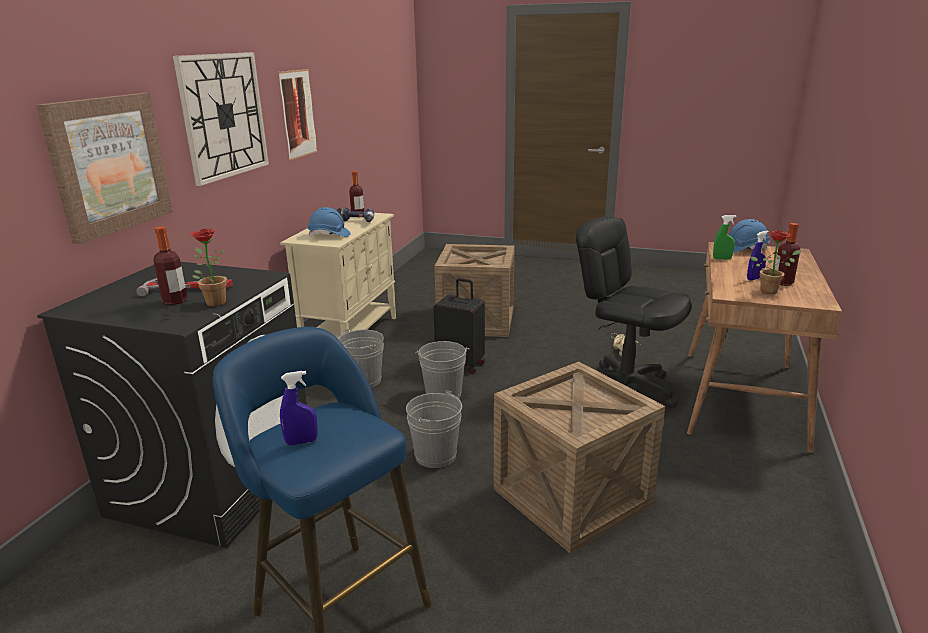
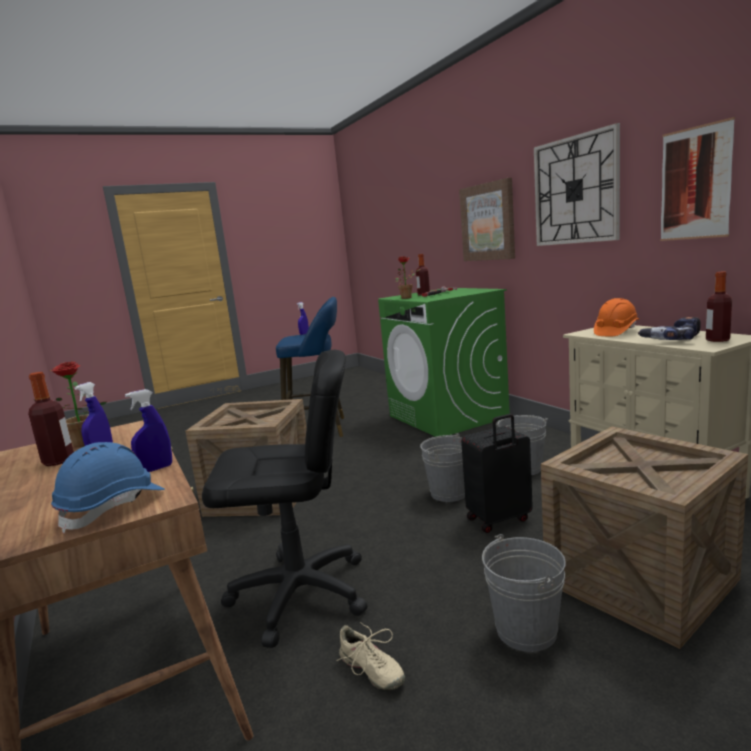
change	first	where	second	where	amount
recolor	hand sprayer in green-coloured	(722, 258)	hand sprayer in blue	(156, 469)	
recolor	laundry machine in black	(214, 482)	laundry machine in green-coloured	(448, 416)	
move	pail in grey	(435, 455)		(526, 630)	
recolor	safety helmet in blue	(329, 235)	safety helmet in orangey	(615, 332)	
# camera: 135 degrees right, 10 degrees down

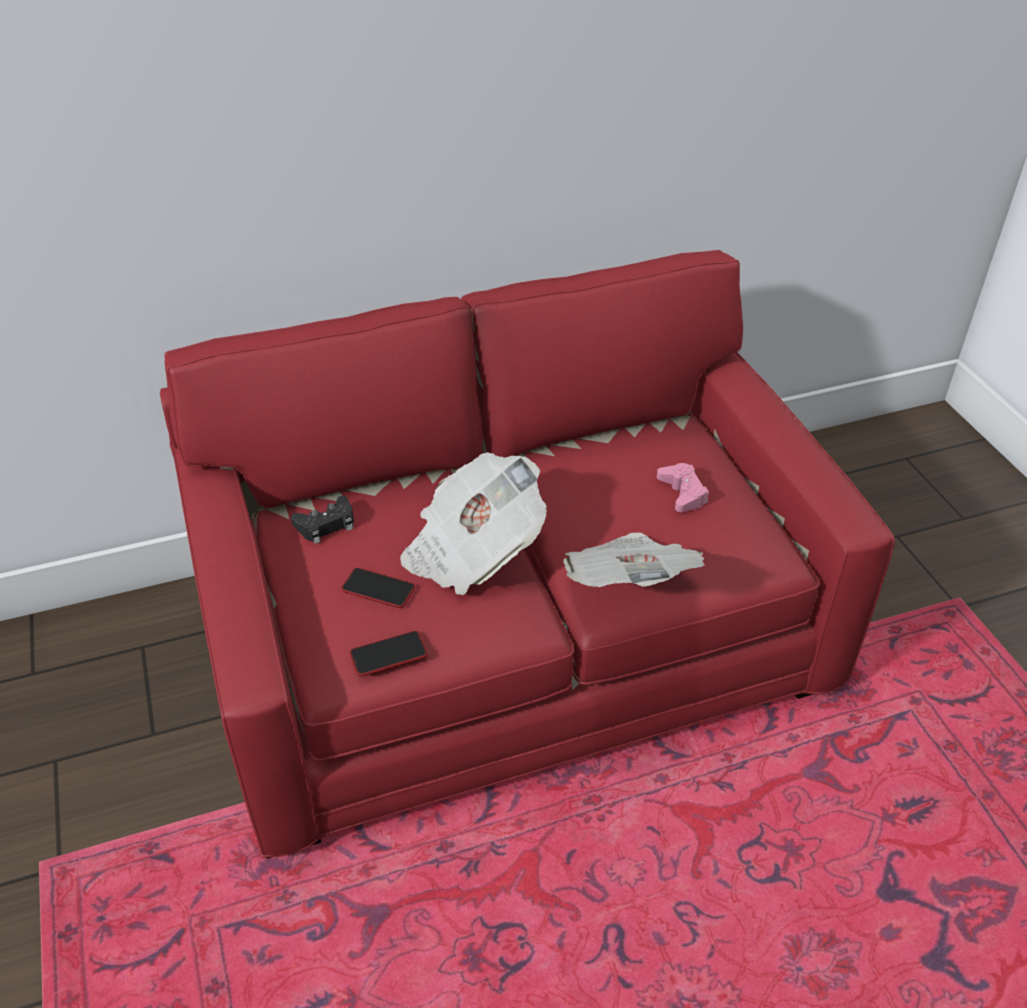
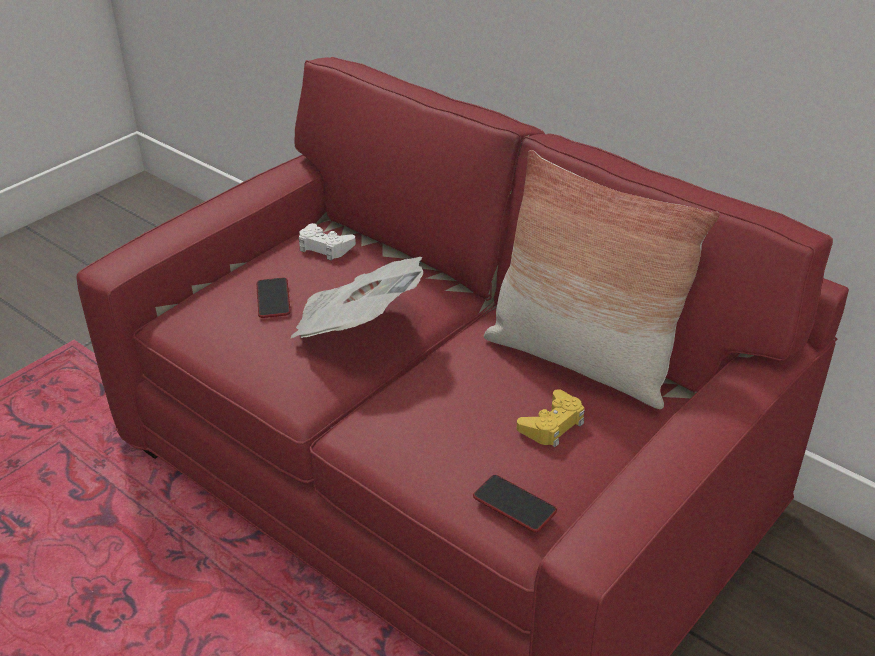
change	first	where	second	where	amount
recolor	game controller in black	(326, 525)	game controller in whitish	(325, 247)	
move	handset	(388, 654)		(514, 504)	
insert			throw pillow	(581, 360)	
recolor	game controller in pink	(682, 493)	game controller in yellowish	(552, 425)	
delete	printed paper	(628, 586)			
# camera: 60 degrees right, 5 degrees down

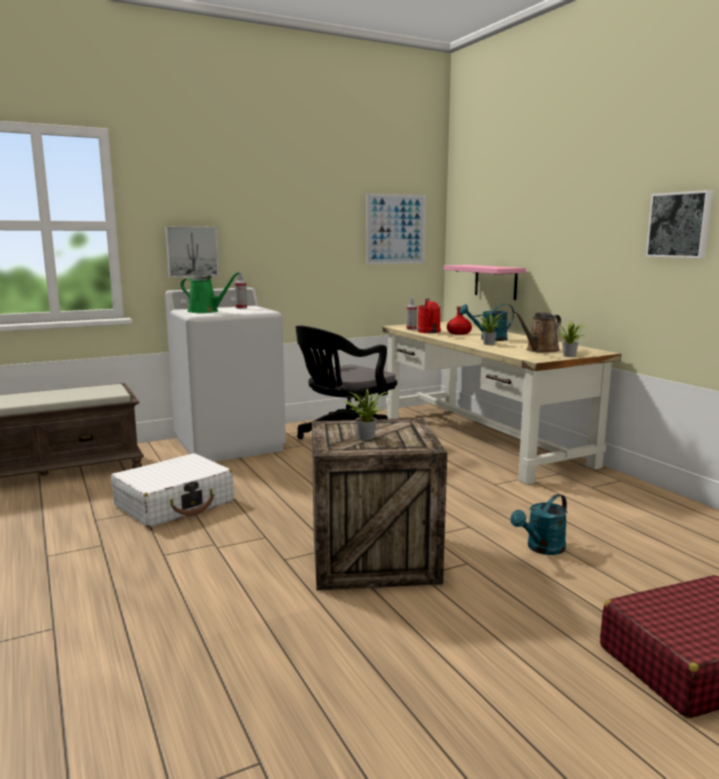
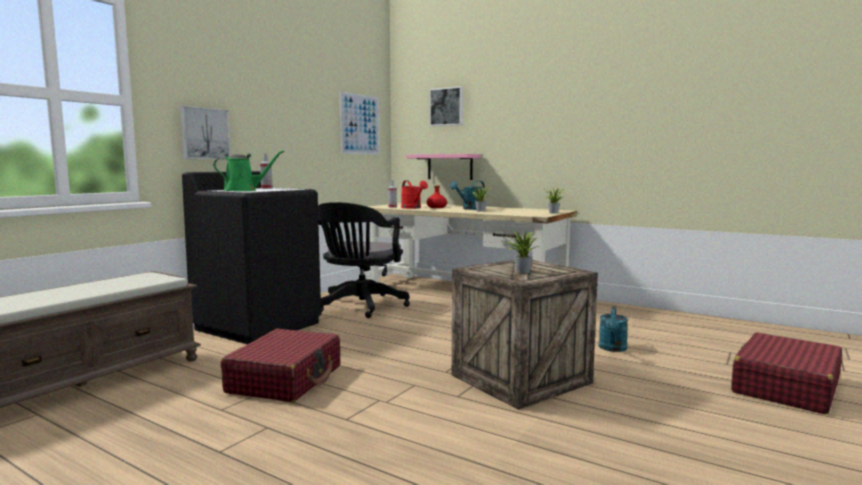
change	first	where	second	where	amount
recolor	laundry machine in whitish	(229, 444)	laundry machine in black	(258, 326)	
recolor	suitcase in whitish	(175, 504)	suitcase in red	(286, 379)	
move	wall art	(680, 225)		(447, 107)	
delete	watering pot in brown	(540, 350)			
# camera: 30 degrees left, 5 degrees down

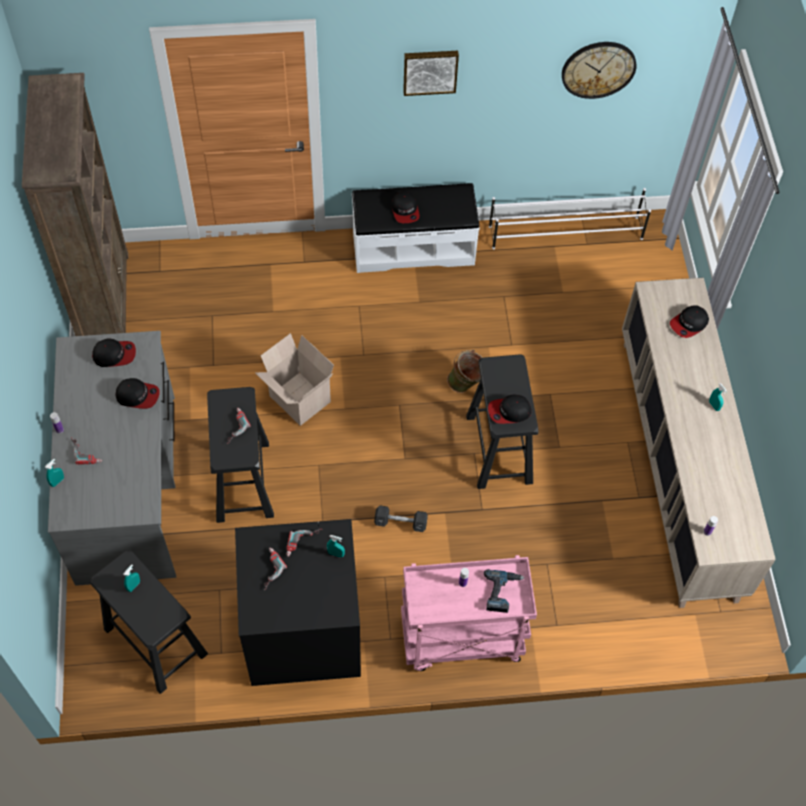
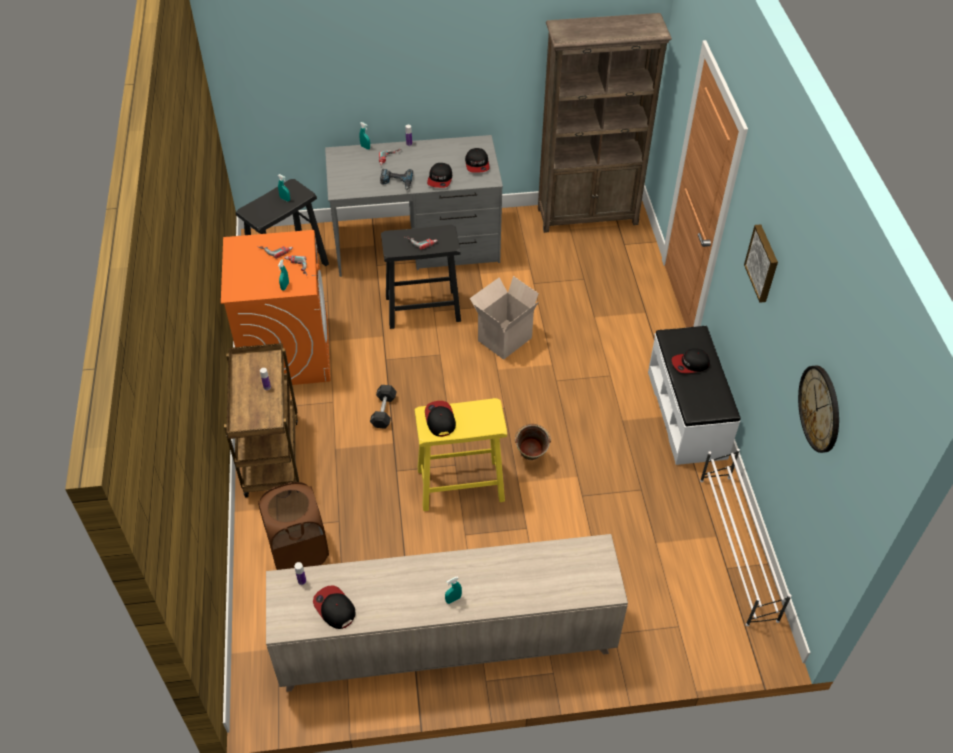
change	first	where	second	where	amount
recolor	laundry machine in black	(302, 632)	laundry machine in orangey	(287, 351)	
recolor	trolley in pink	(460, 639)	trolley in brown	(270, 455)	
insert			hamper in brown	(299, 551)	
move	baseball cap	(689, 324)		(334, 608)	
move	power drill	(502, 592)		(396, 182)	
recolor	sitting stool in black	(499, 450)	sitting stool in yellowish	(460, 484)	
# camera: 90 degrees right, 10 degrees down

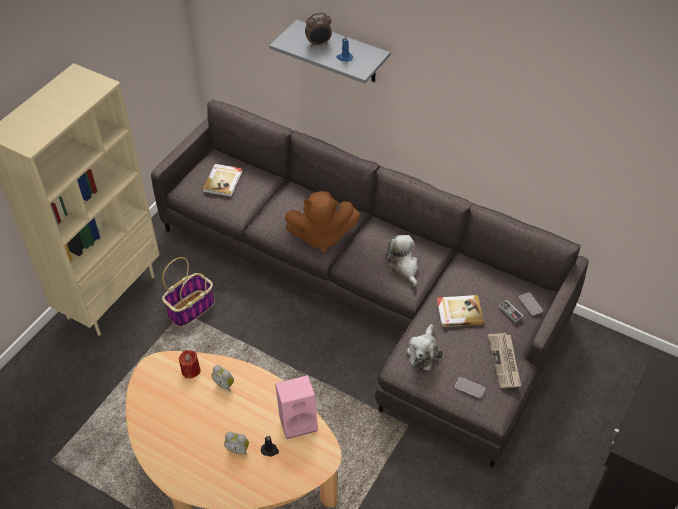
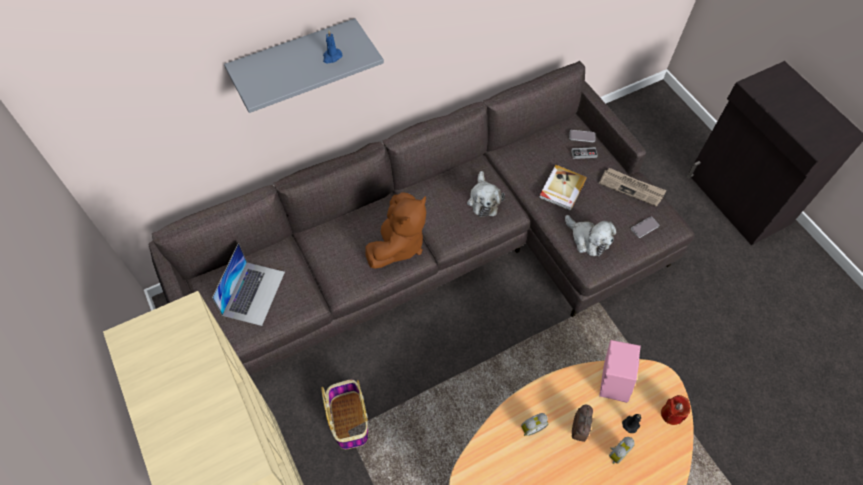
change	first	where	second	where	amount
replace	book	(223, 181)	notebook computer	(253, 293)	
rotate	cuddly toy	(403, 267)		(483, 200)	105 degrees counterclockwise
move	table clock	(319, 44)		(579, 429)	
move	wax candle in red	(191, 370)		(671, 414)	
# camera: 60 degrees left, 10 degrees up

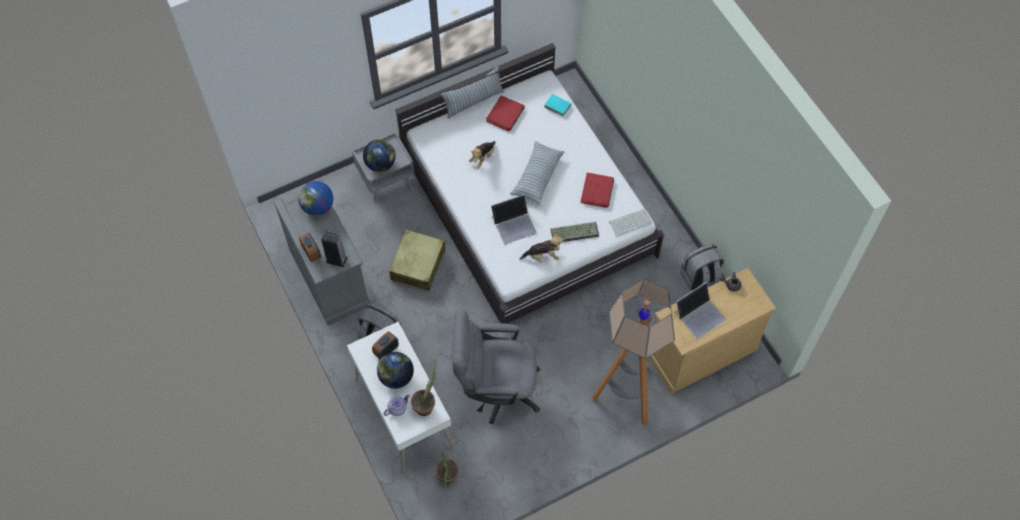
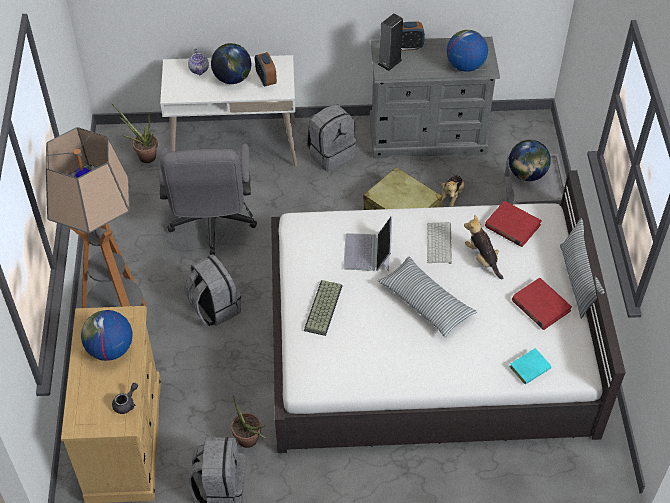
change	first	where	second	where	amount
replace	notebook computer	(699, 315)	globe	(110, 349)	
rotate	desk chair in grey	(496, 388)		(212, 225)	150 degrees clockwise
insert			backpack in grey	(214, 307)	
move	plant in a pot	(426, 405)		(250, 442)	
move	keyboard	(630, 222)		(440, 244)	
move	cuddly toy	(543, 256)		(451, 196)	
move	book in red	(597, 191)		(512, 226)	
# camera: 115 degrees right, 10 degrees down

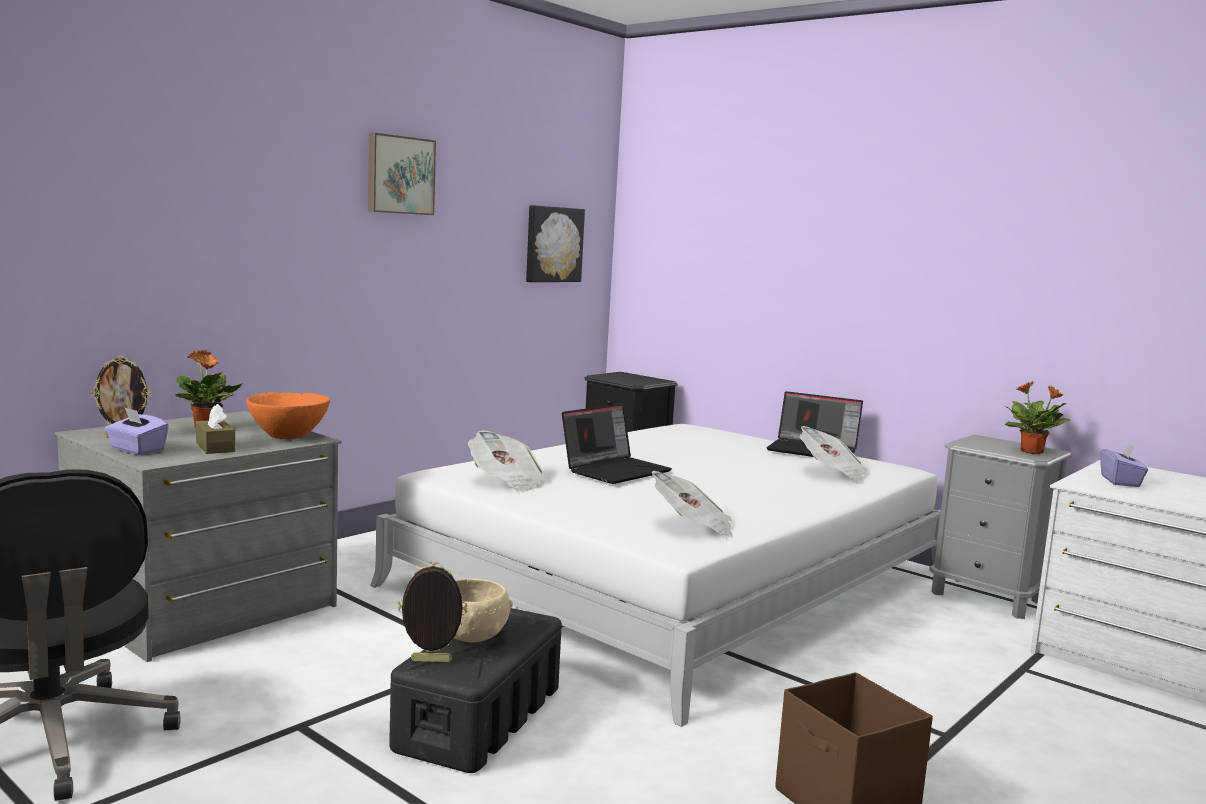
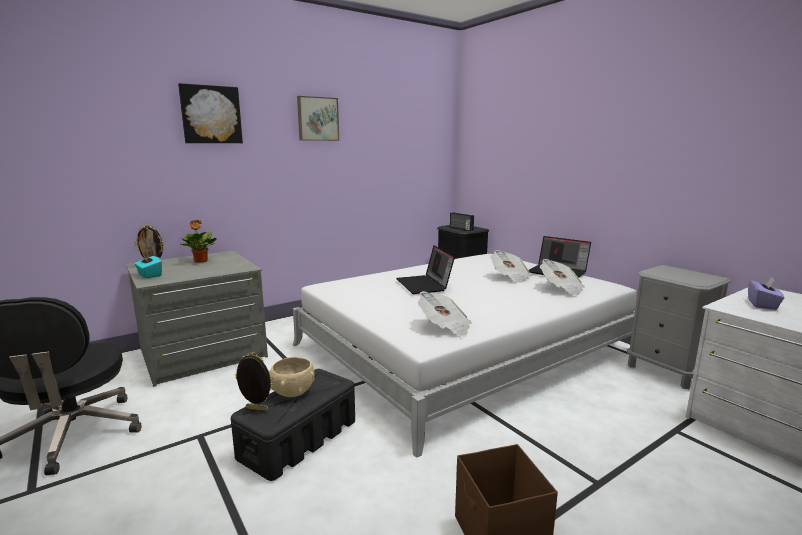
change	first	where	second	where	amount
recolor	tissue holder in purple-coloured	(137, 450)	tissue holder in turquoise-coloured	(149, 275)	
move	wall art	(553, 244)		(211, 115)	
rotate	notebook computer	(616, 470)		(424, 285)	105 degrees clockwise
insert			radio set	(461, 229)	
move	printed paper	(506, 482)		(510, 277)	
delete	tissue holder in brown	(215, 447)			
delete	deep dish in orangey	(288, 437)			
delete	plant in a pot	(1032, 452)			
# camera: 15 degrees right, 5 degrees up

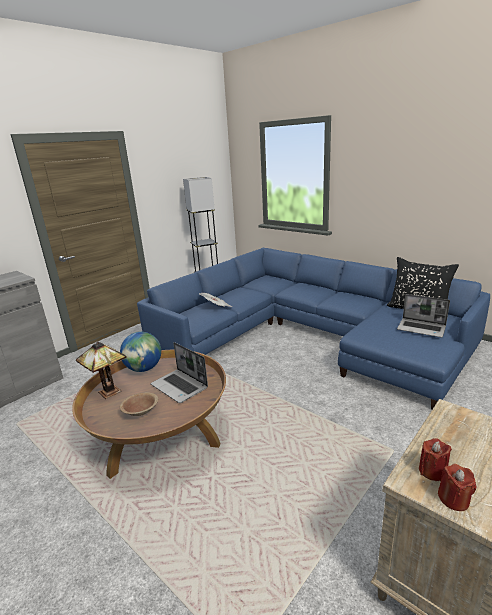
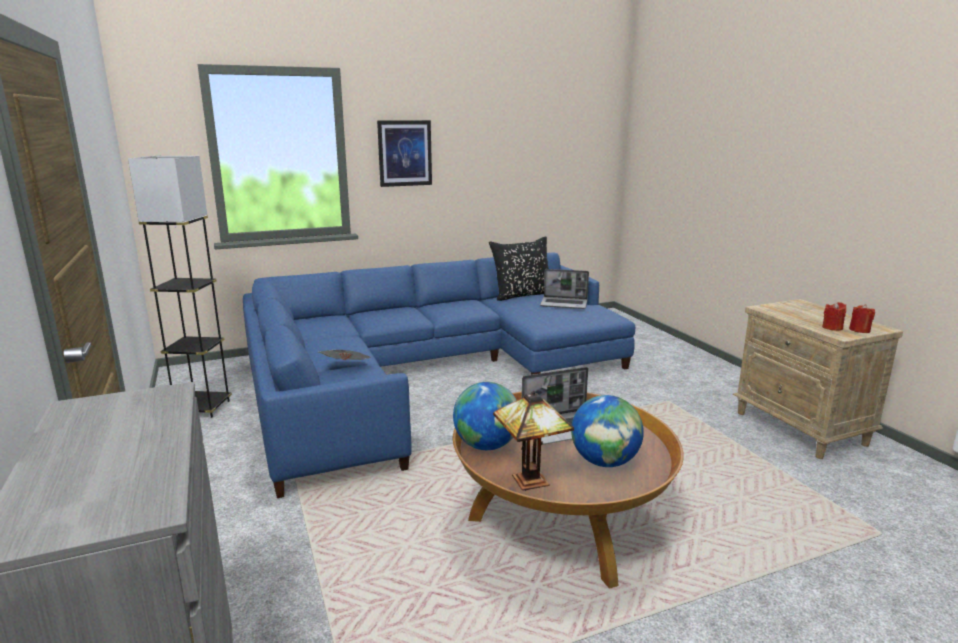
change	first	where	second	where	amount
insert			wall art	(405, 153)	
rotate	notebook computer	(422, 328)		(564, 304)	45 degrees clockwise
replace	deep dish in brown	(140, 411)	globe	(604, 462)	
# camera: 65 degrees left, 5 degrees down

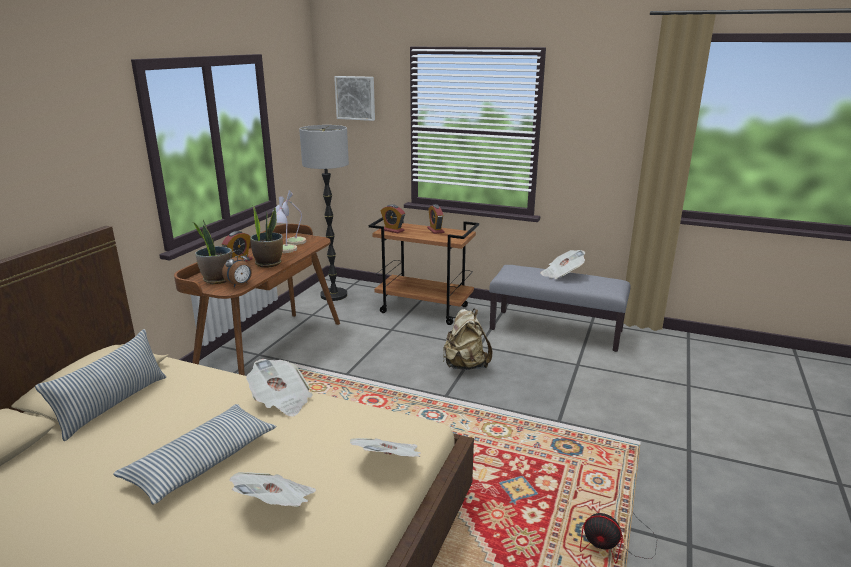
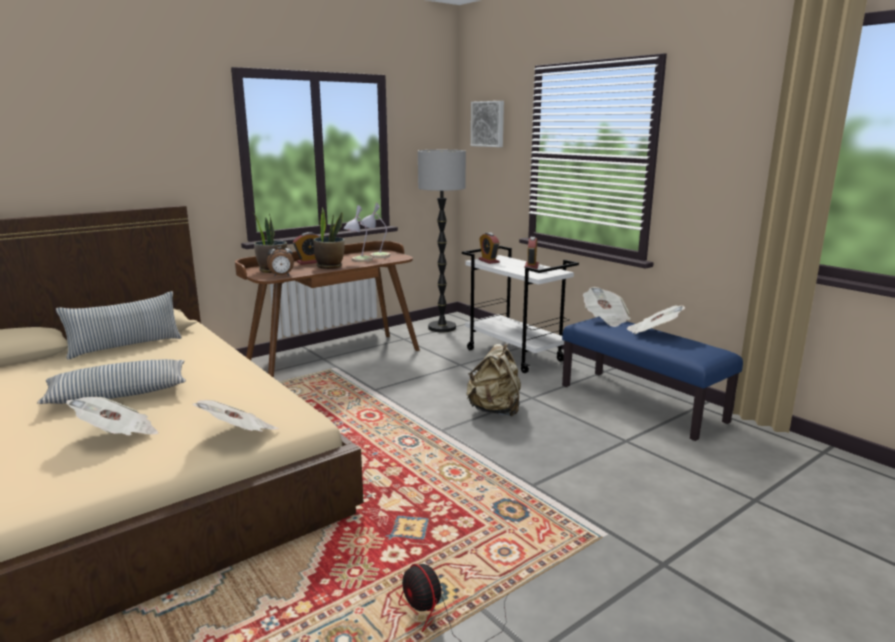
change	first	where	second	where	amount
recolor	trolley in brown	(425, 309)	trolley in whitish	(515, 355)	
recolor	bench in grey	(556, 330)	bench in blue	(642, 403)	
move	printed paper	(281, 401)		(605, 319)	
# camera: 30 degrees right, 5 degrees down

